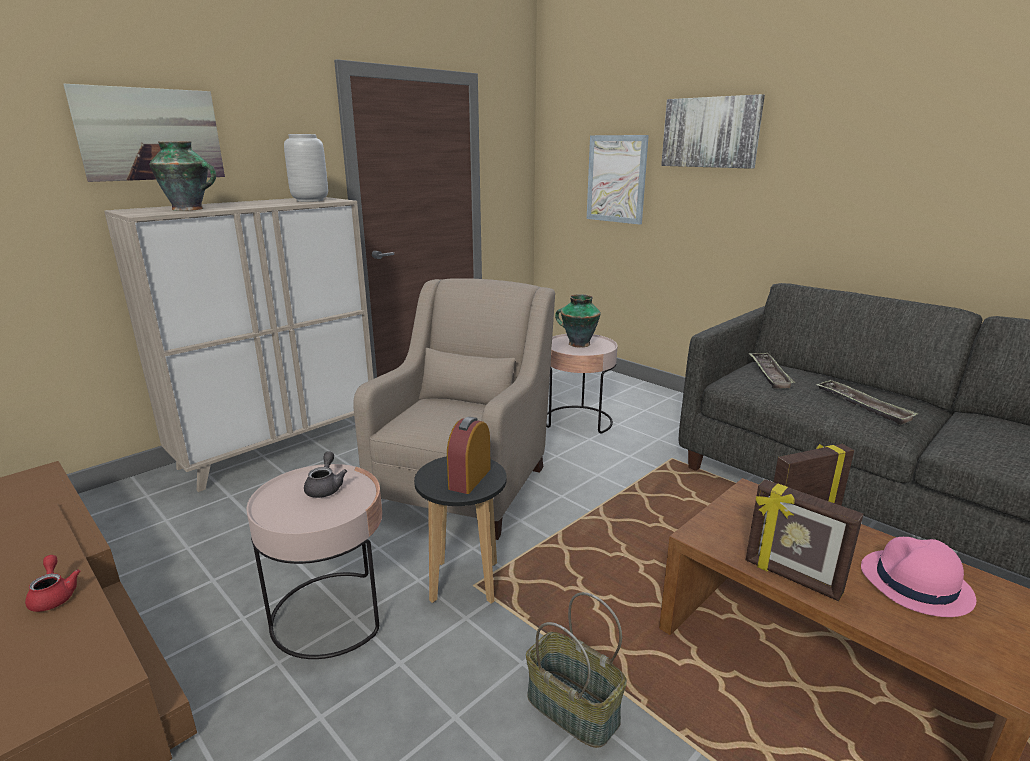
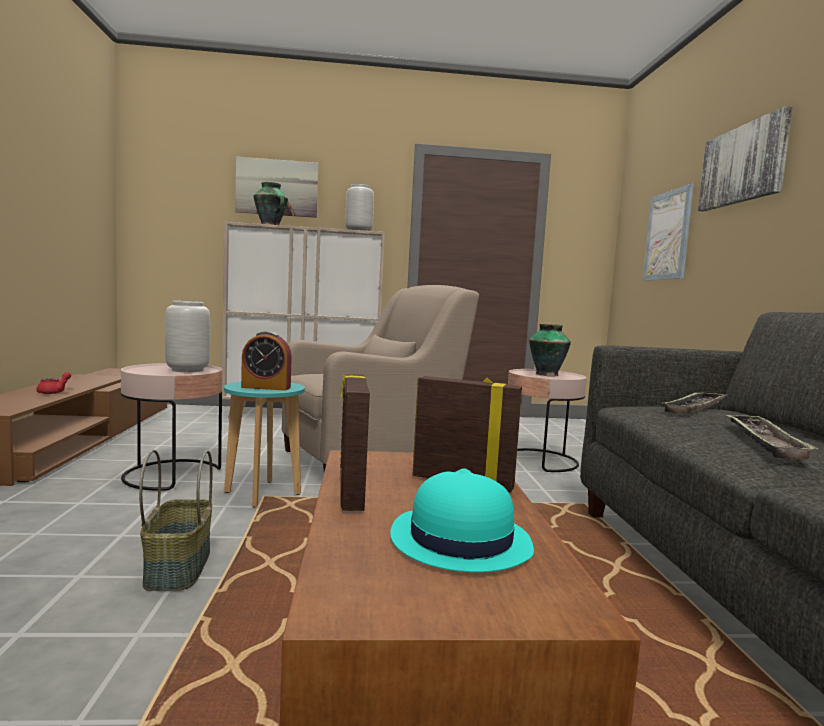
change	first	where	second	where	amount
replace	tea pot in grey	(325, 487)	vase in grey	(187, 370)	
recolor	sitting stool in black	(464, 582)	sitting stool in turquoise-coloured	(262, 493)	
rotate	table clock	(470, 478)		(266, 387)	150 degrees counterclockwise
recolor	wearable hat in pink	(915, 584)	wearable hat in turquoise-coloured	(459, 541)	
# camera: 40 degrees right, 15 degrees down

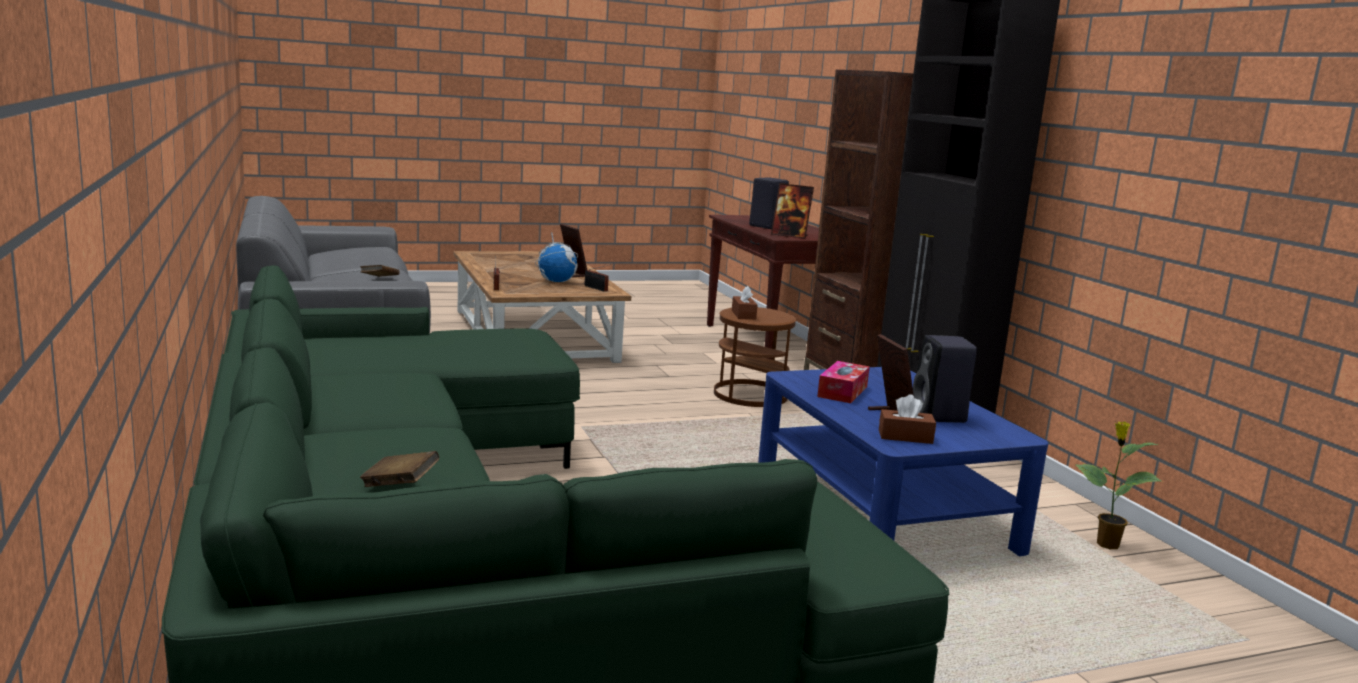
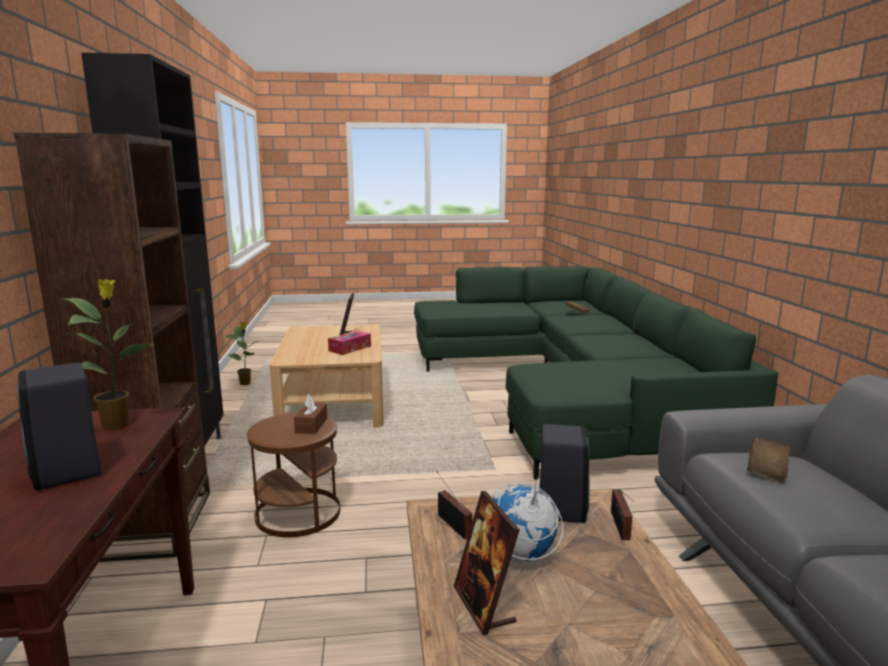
change	first	where	second	where	amount
replace	picture frame	(789, 235)	plant in a pot	(117, 425)	
recolor	coffee table in blue	(882, 508)	coffee table in beige	(334, 402)	
move	speaker in black	(940, 416)		(560, 508)	
delete	tissue holder in brown	(905, 436)			
# camera: 165 degrees left, 0 degrees up

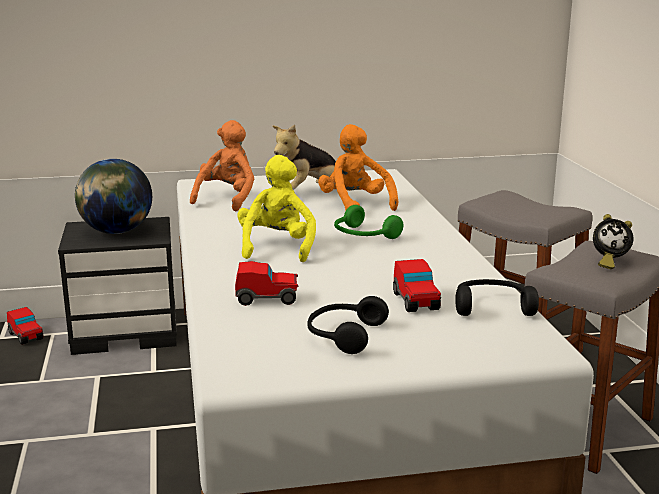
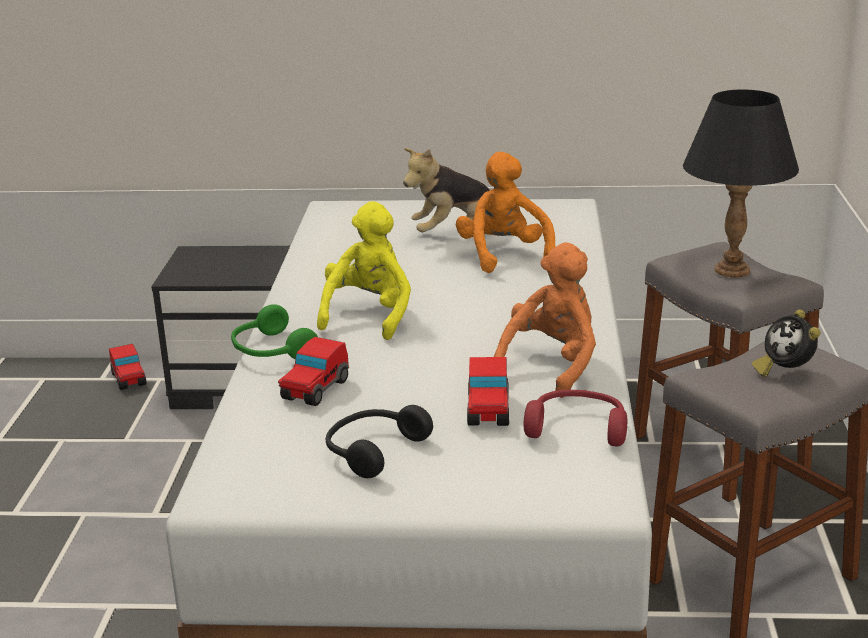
change	first	where	second	where	amount
move	pair of headphones in green-coloured	(363, 236)		(270, 351)	
rotate	miniature car	(267, 299)		(315, 390)	105 degrees clockwise
move	cuddly toy in orangey	(227, 199)		(552, 365)	
recolor	pair of headphones in black	(492, 307)	pair of headphones in red	(578, 428)	
insert			tabletop lamp in black	(731, 270)	
rotate	table clock	(608, 262)		(785, 371)	45 degrees clockwise
delete	globe	(116, 232)			
# camera: 15 degrees right, 5 degrees up

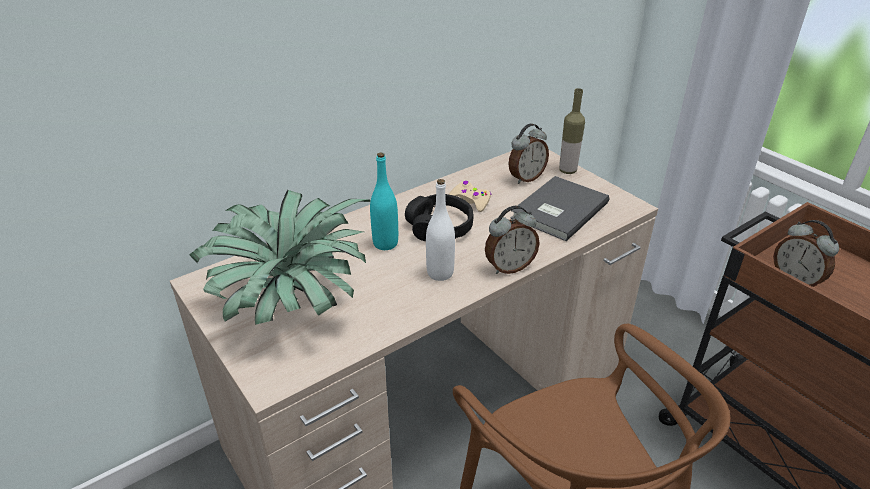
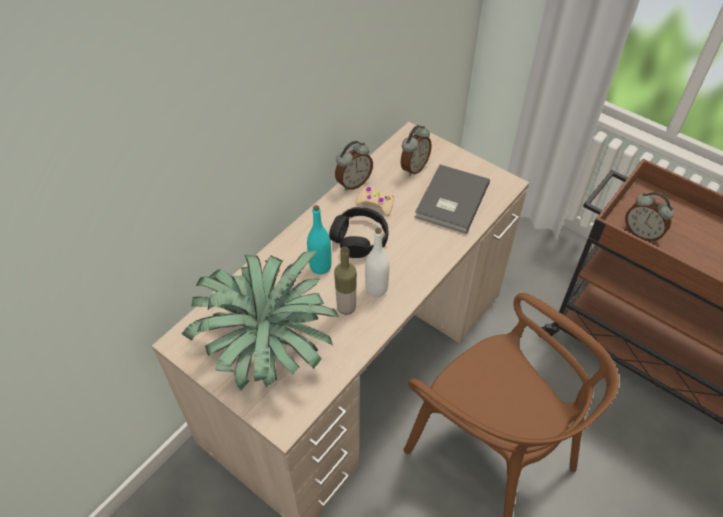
change	first	where	second	where	amount
move	bottle	(567, 170)		(346, 307)	
move	table clock	(509, 267)		(353, 183)	
# camera: 15 degrees left, 15 degrees up

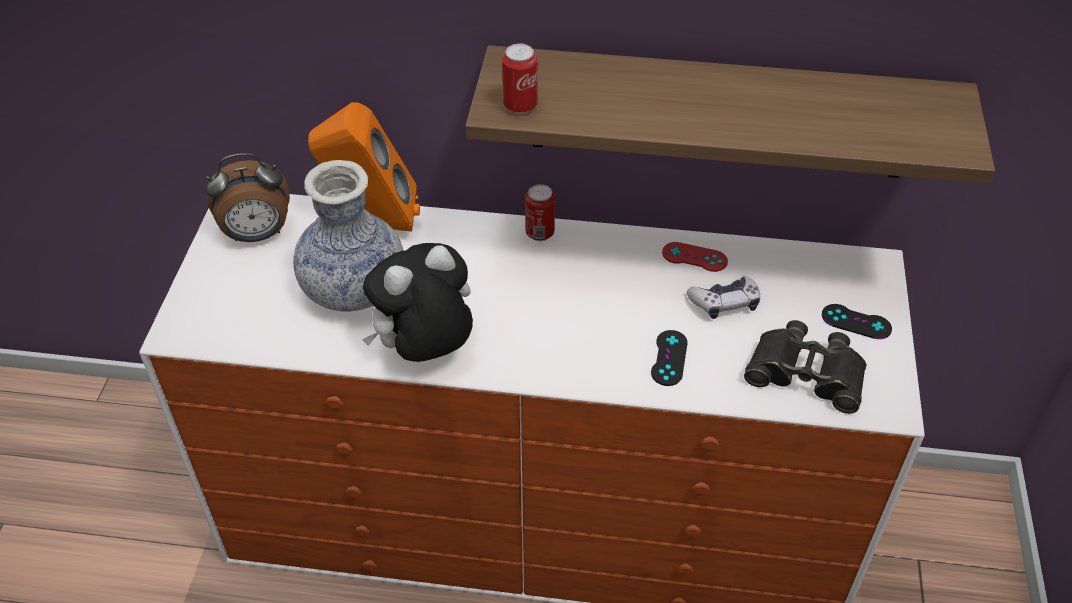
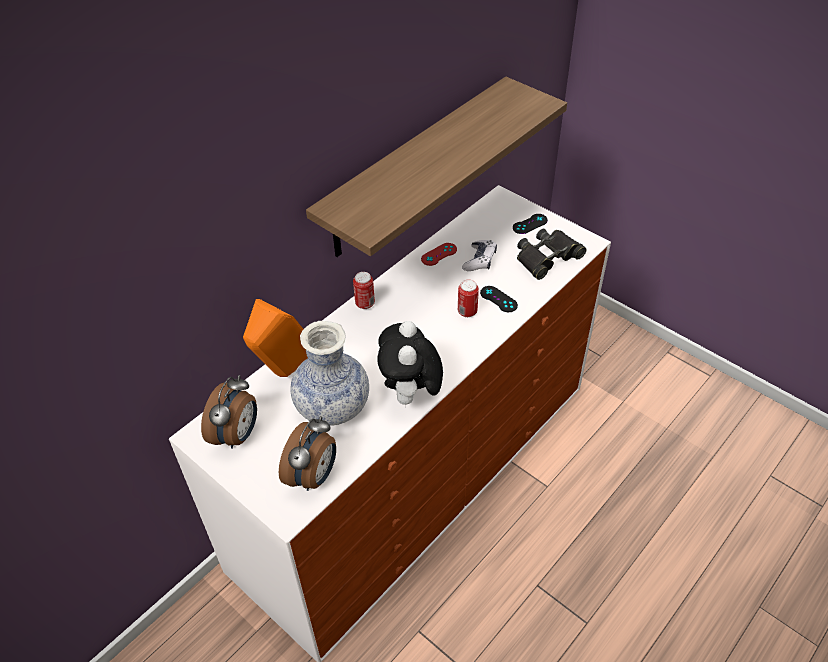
change	first	where	second	where	amount
insert			table clock	(314, 476)	
move	sealed can	(520, 106)		(467, 312)	
# camera: 55 degrees left, 0 degrees up

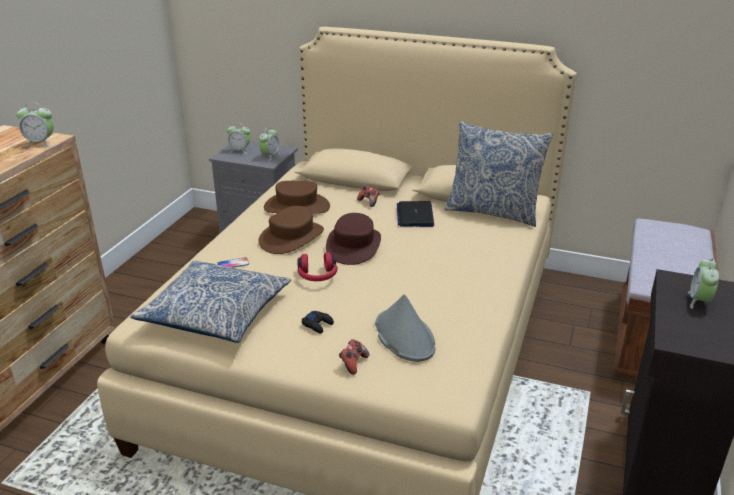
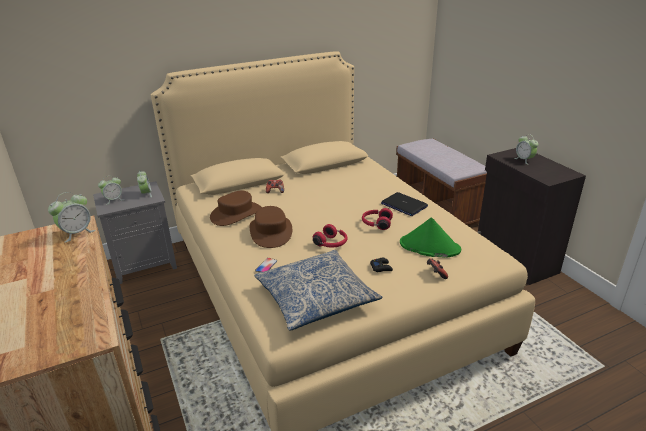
change	first	where	second	where	amount
insert			pair of headphones in red	(376, 224)	
move	notebook computer	(415, 215)		(404, 205)	
recolor	wearable hat in grey	(404, 336)	wearable hat in green-coloured	(429, 247)	
delete	wearable hat in brown	(353, 246)			
delete	throw pillow	(493, 212)			
# camera: 45 degrees left, 0 degrees up

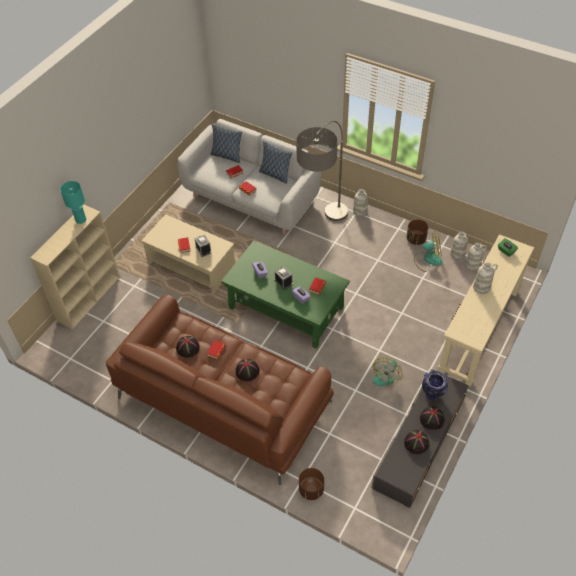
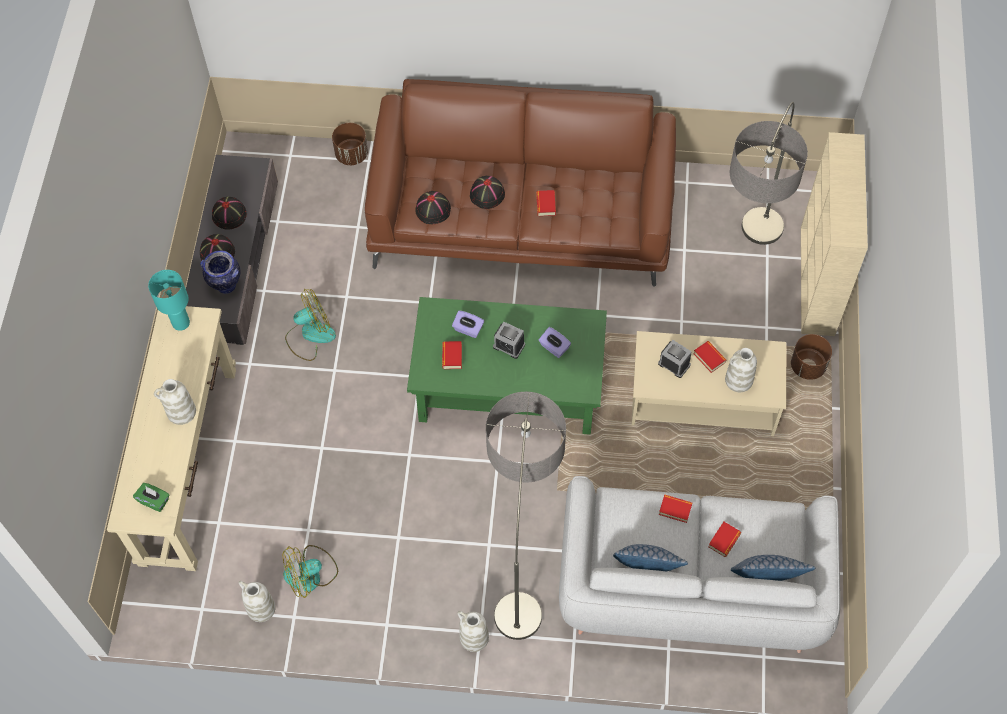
change	first	where	second	where	amount
move	tabletop lamp in turquoise-coloured	(81, 220)		(181, 323)	
rotate	cooling fan	(386, 375)		(310, 335)	60 degrees clockwise
move	wearable hat in black	(187, 348)		(433, 209)	
move	vase in whitish	(473, 265)		(738, 380)	
insert			floor lamp	(745, 266)	
move	planter in brown	(416, 239)		(807, 366)	
# camera: 155 degrees right, 10 degrees up

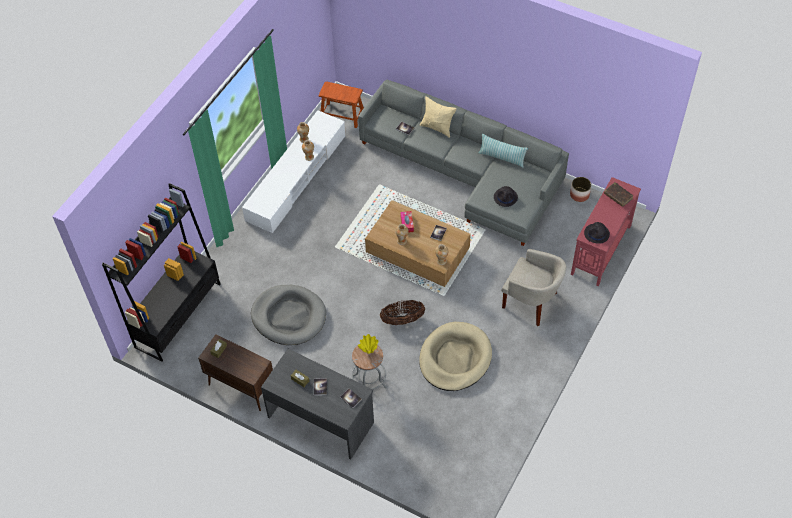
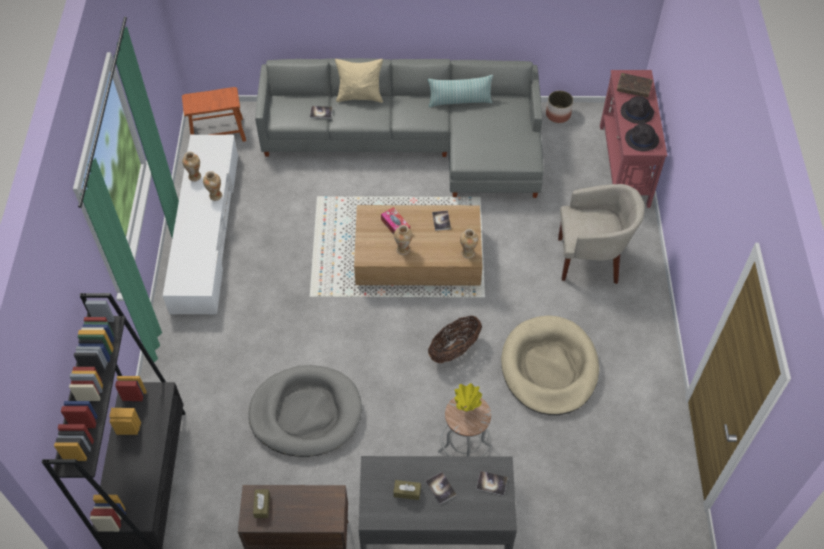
change	first	where	second	where	amount
move	wearable hat in black	(505, 197)		(637, 112)	
# camera: 30 degrees left, 0 degrees up

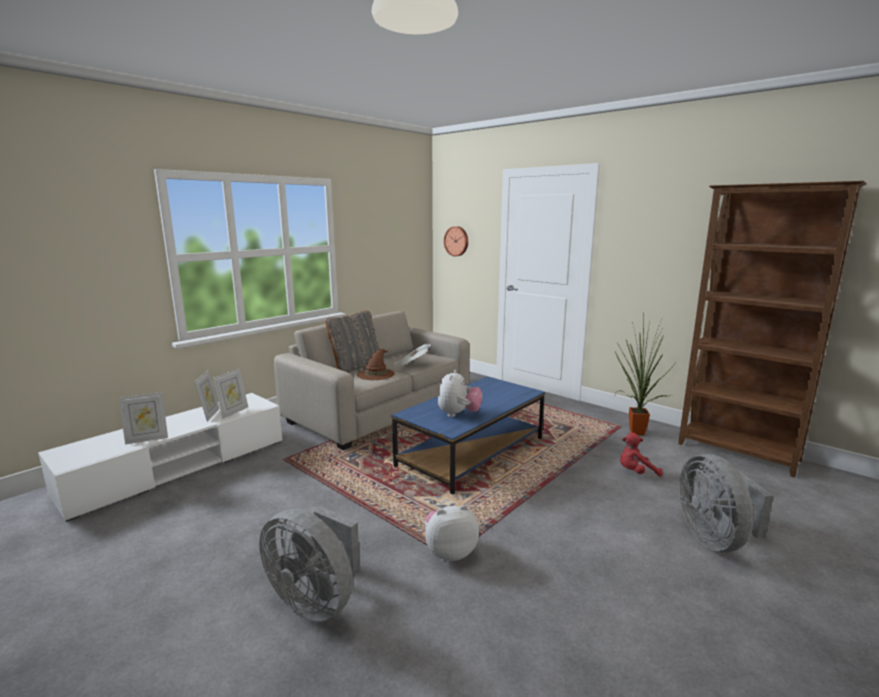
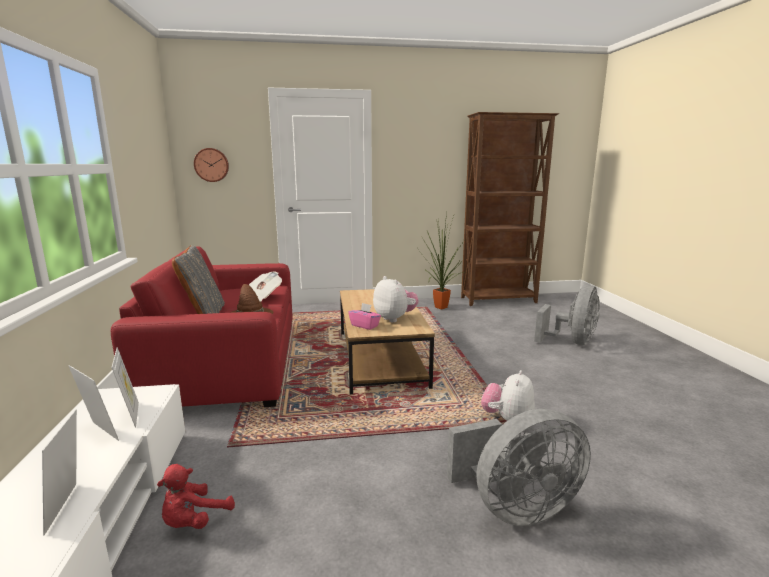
change	first	where	second	where	amount
rotate	picture frame	(147, 439)		(69, 506)	150 degrees clockwise
recolor	couch in beige	(379, 409)	couch in red	(227, 361)	
move	cuddly toy in red	(636, 472)		(194, 521)	
recolor	coffee table in blue	(471, 452)	coffee table in brown	(380, 358)	
insert			tissue holder in pink	(365, 325)	
rotate	cooling fan in grey	(715, 539)		(572, 342)	90 degrees counterclockwise
# camera: 50 degrees left, 0 degrees up

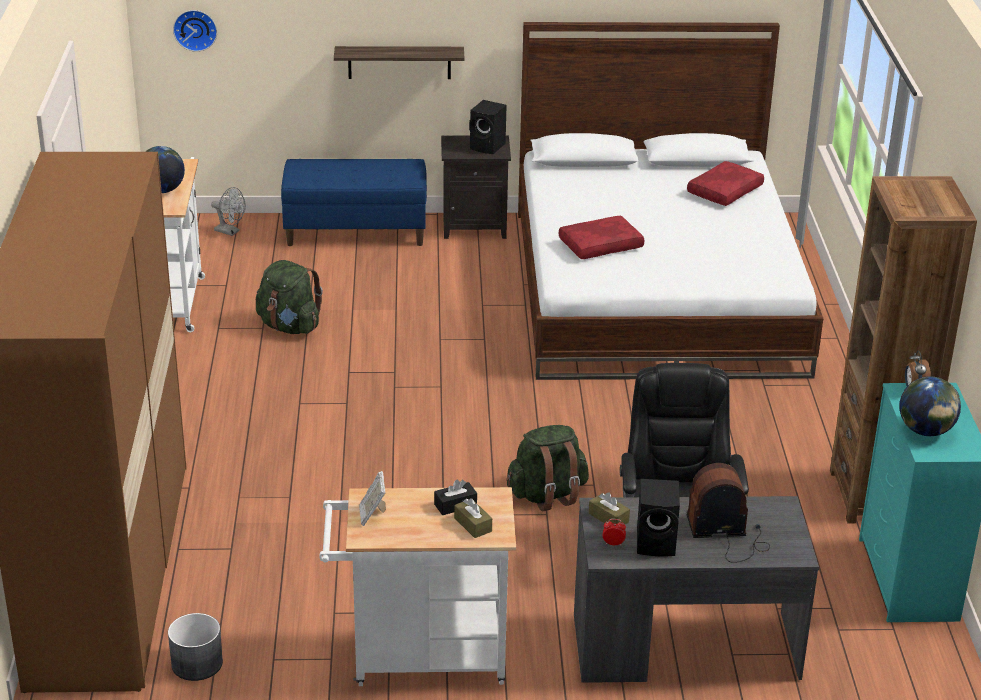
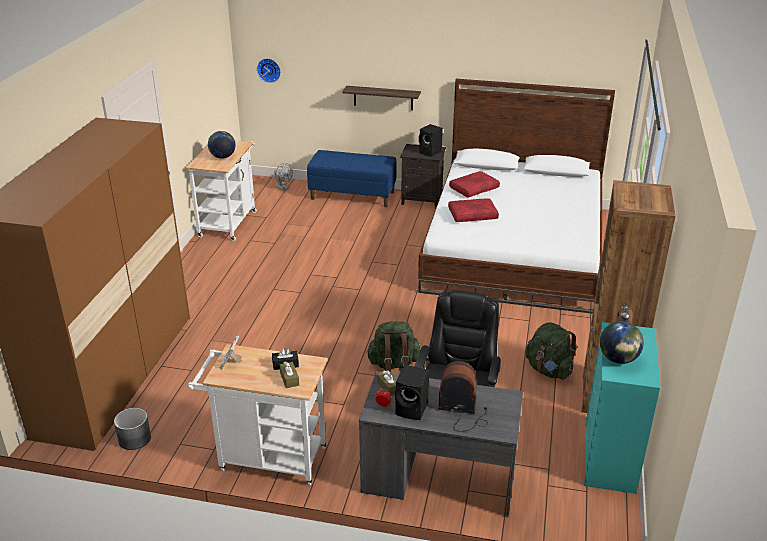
change	first	where	second	where	amount
move	throw pillow in red	(724, 191)		(473, 189)	
move	backpack in green-coloured	(289, 327)		(548, 370)	
# camera: 15 degrees right, 0 degrees up

